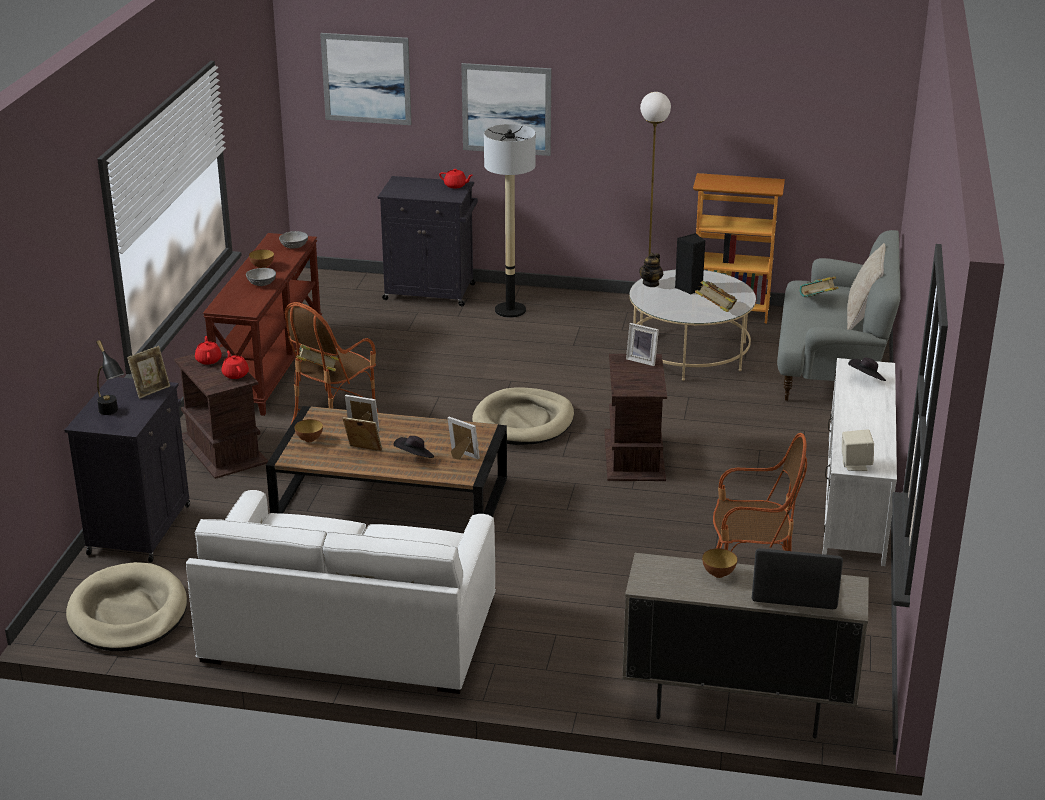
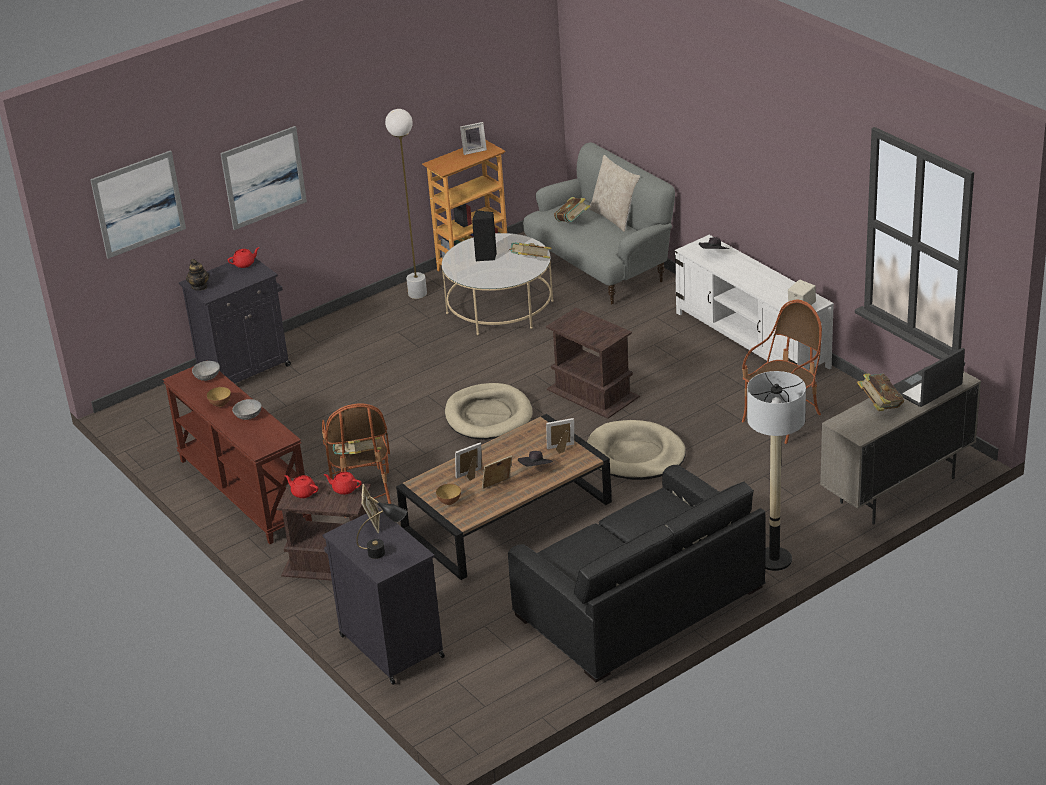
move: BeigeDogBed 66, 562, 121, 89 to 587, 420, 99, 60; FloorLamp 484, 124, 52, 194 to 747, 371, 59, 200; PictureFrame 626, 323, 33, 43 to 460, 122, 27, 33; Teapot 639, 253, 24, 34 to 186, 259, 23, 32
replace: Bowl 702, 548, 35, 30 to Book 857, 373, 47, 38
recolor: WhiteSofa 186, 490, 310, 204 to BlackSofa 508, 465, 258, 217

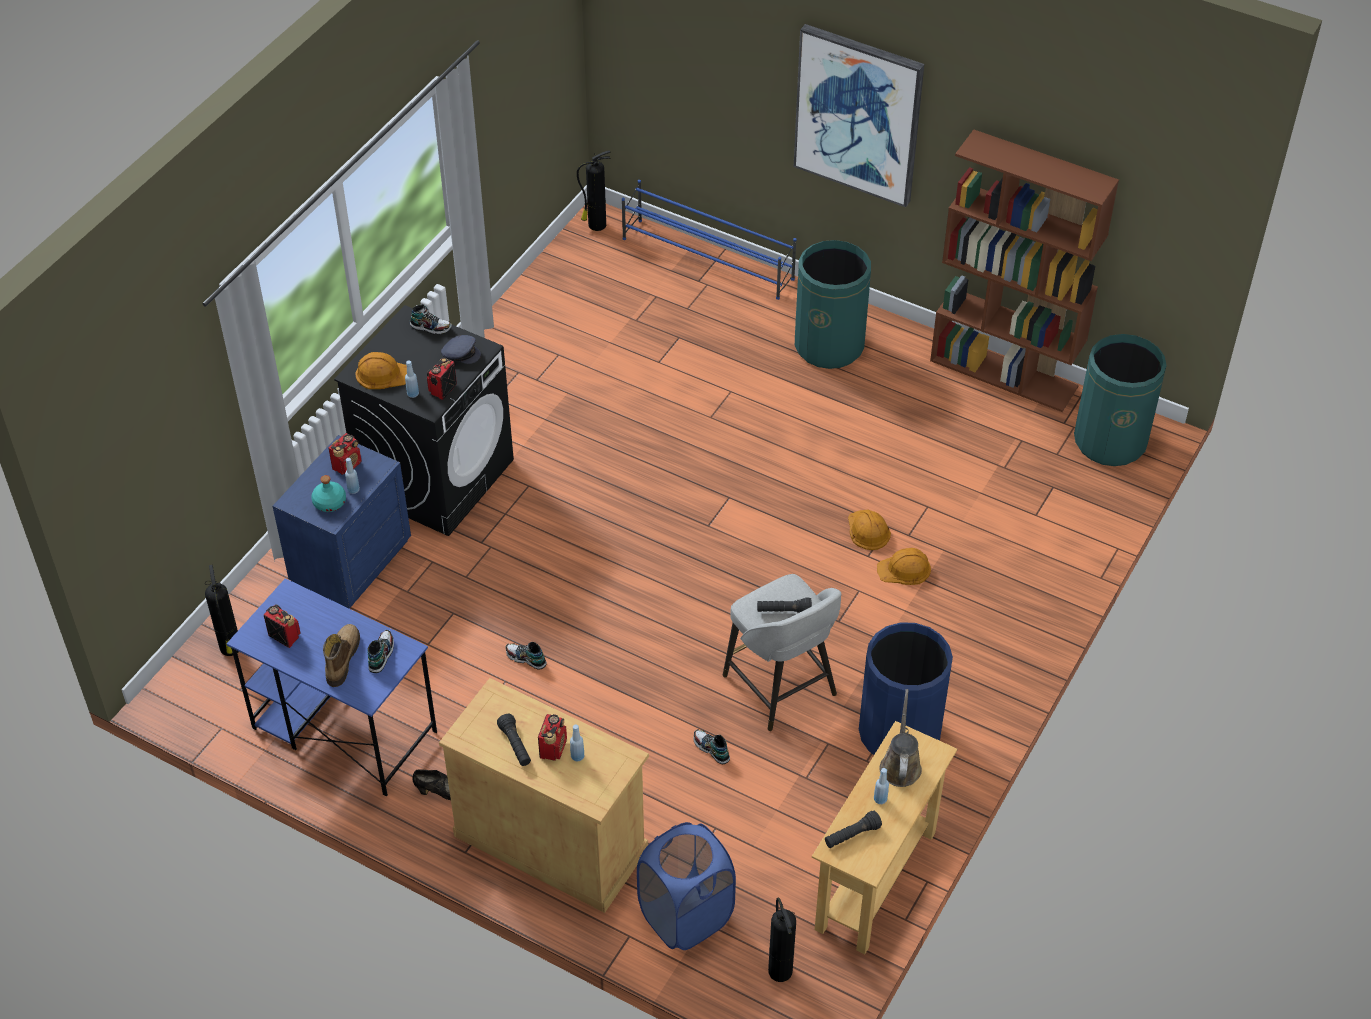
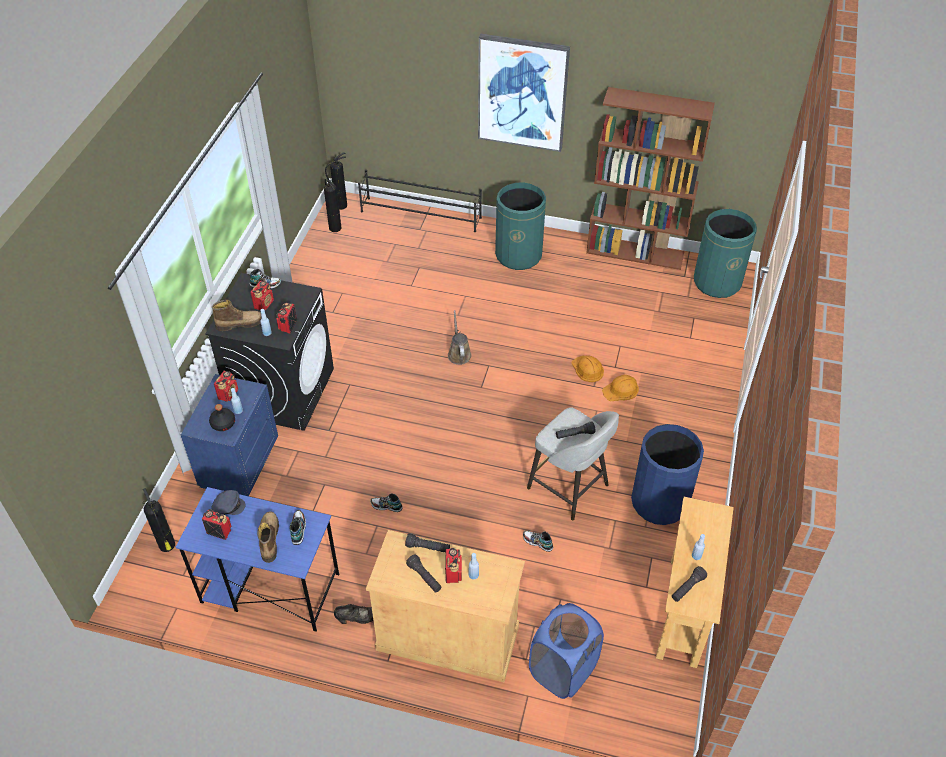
insert: Radio 250, 281, 24, 29; BlackFlashlight 405, 533, 45, 19
move: GreyCap 441, 335, 40, 29 to 211, 490, 35, 25; FireExtinguisher 768, 898, 28, 84 to 324, 179, 17, 53; BrownWateringCan 880, 689, 42, 98 to 448, 310, 24, 55
replace: OrangeHardHat 356, 352, 51, 37 to Boot 212, 299, 50, 32
recolor: TurquoiseBottle 311, 475, 35, 37 to BlackBottle 209, 404, 26, 27; BlueShoeRack 622, 180, 174, 120 to BlackShoeRack 358, 170, 124, 62

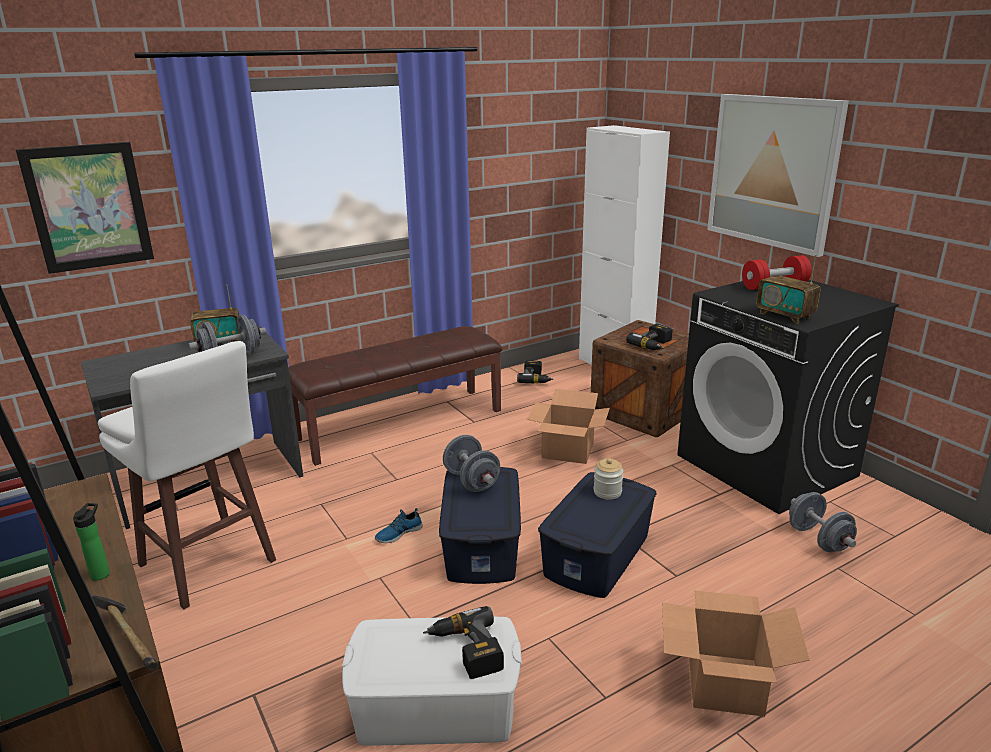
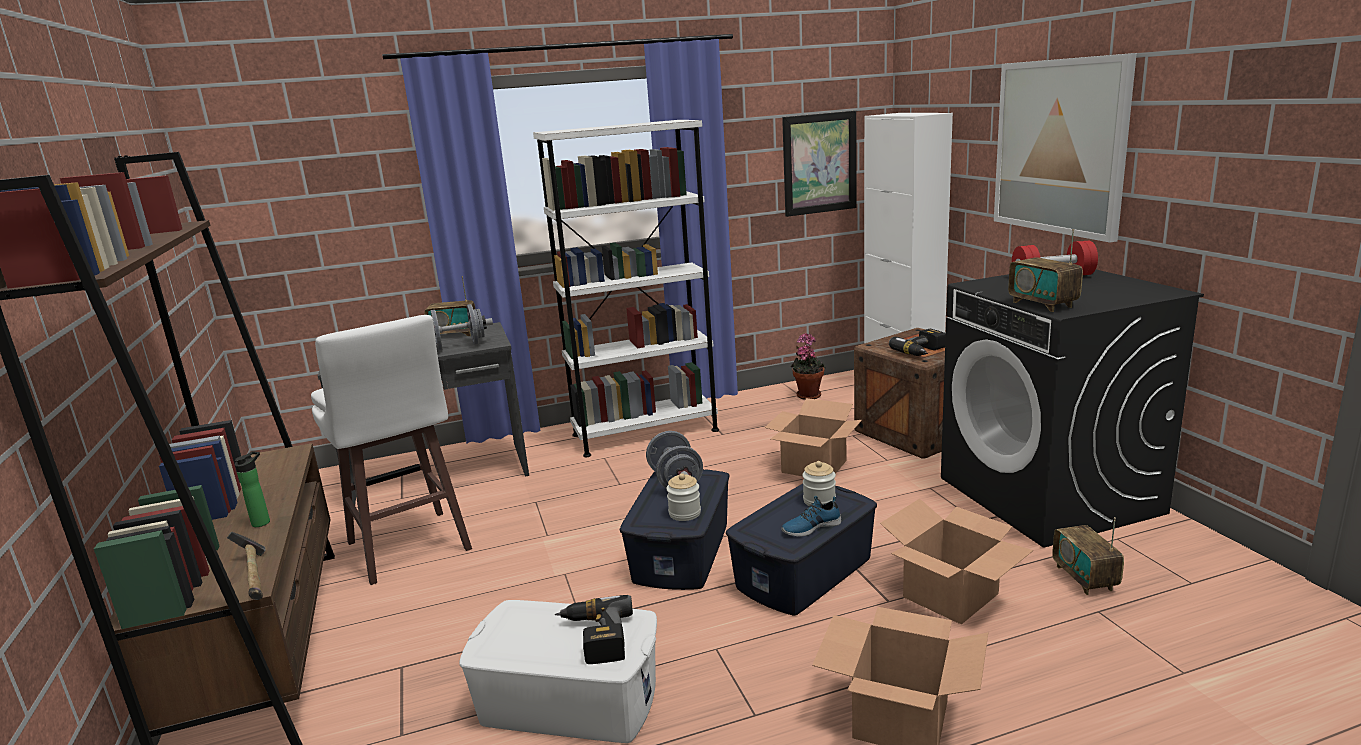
insert: Jar 666, 473, 35, 48; CardboardBox 880, 499, 153, 126
move: Picture 16, 142, 138, 132 to 782, 111, 75, 106; Shoe 375, 508, 48, 35 to 781, 496, 60, 40
replace: BrownBench 288, 326, 214, 140 to WhiteBookcase 533, 120, 186, 337; PowerDrill 517, 360, 37, 24 to PottedPlant 790, 333, 35, 67; GreyDumbbell 789, 492, 68, 60 to Radio 1052, 517, 72, 78

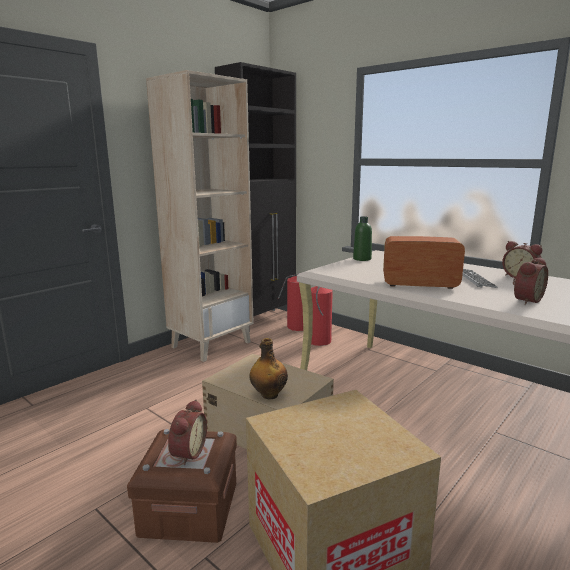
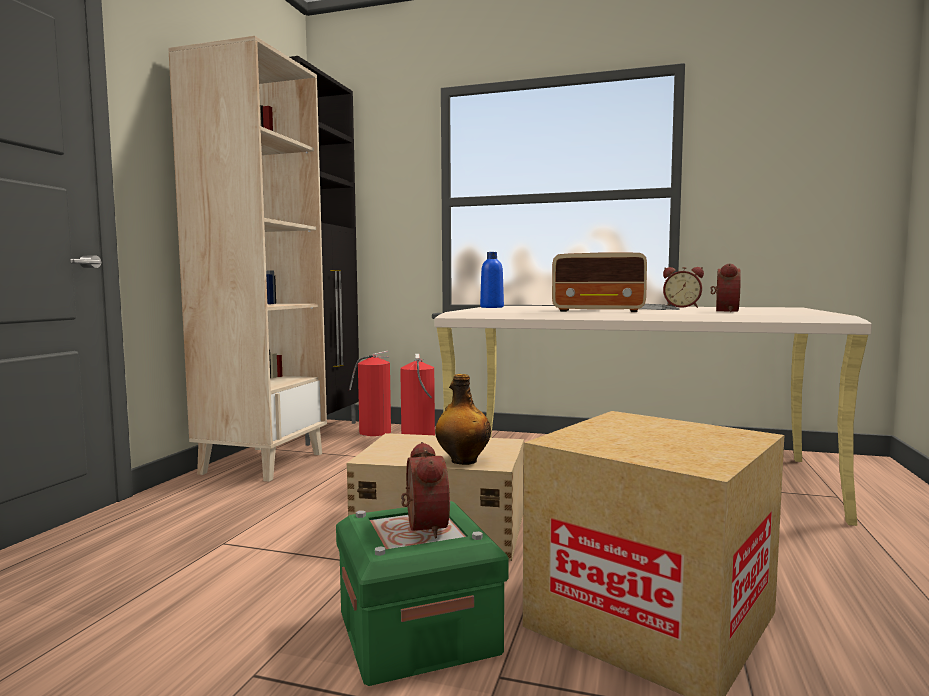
recolor: BrownStorageBox 127, 429, 110, 114 to GreenStorageBox 336, 501, 173, 185; GreenBottle 353, 216, 19, 45 to BlueBottle 480, 252, 24, 56
rotate: Radio 383, 236, 82, 53 = 552, 253, 95, 59 150 degrees counterclockwise

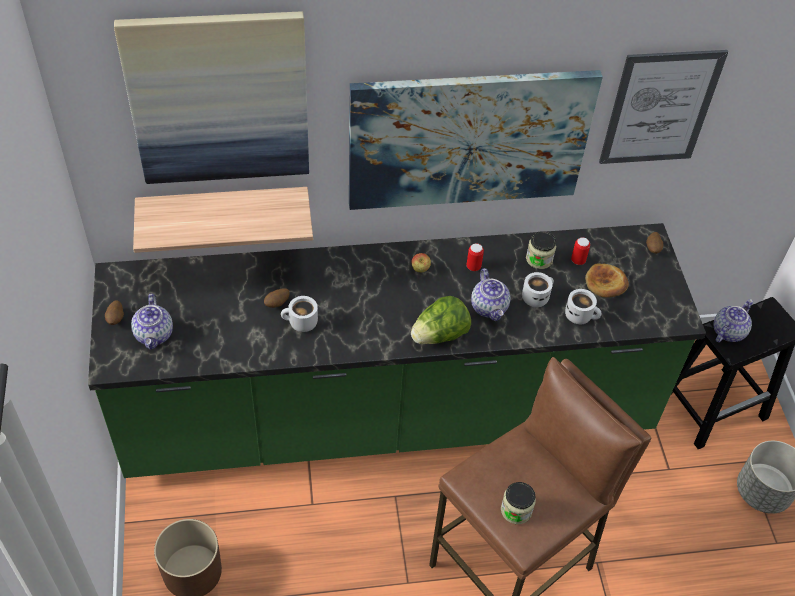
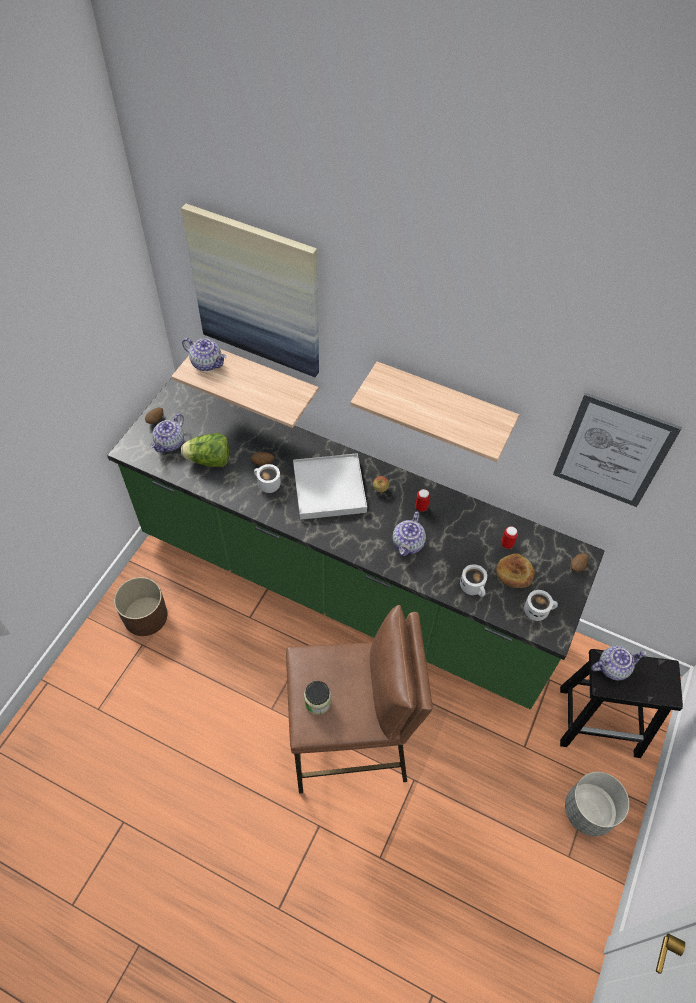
delete: Jar 526, 231, 30, 38
insert: Teapot 182, 338, 45, 33; WhiteTray 293, 453, 74, 67
move: Lettuce 411, 296, 60, 48 to 181, 433, 48, 34; WhiteMug 522, 272, 32, 36 to 524, 590, 34, 31
replace: Picture 349, 70, 254, 140 to Shelf 350, 361, 169, 101

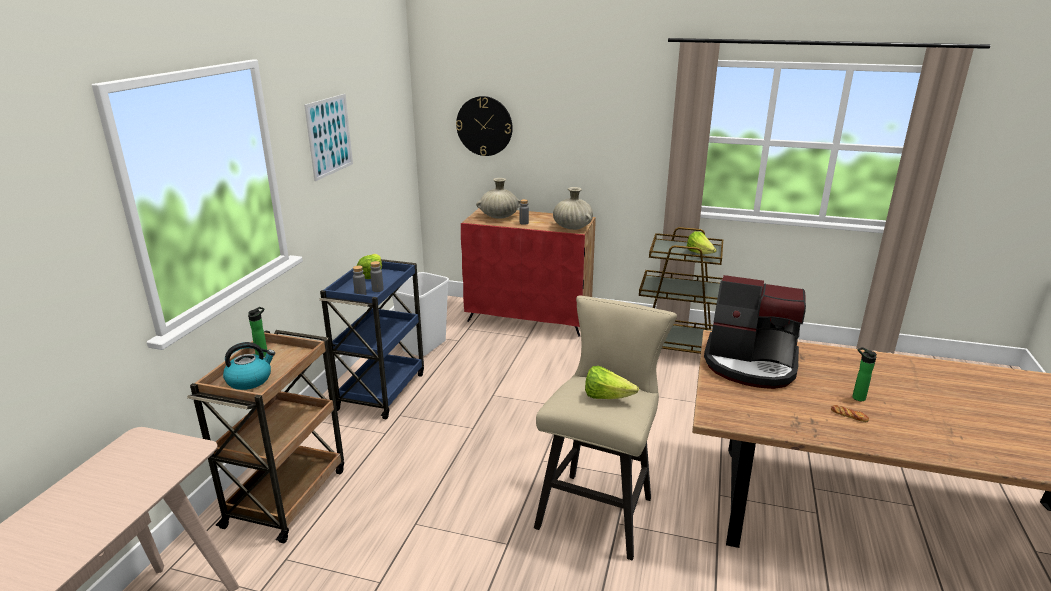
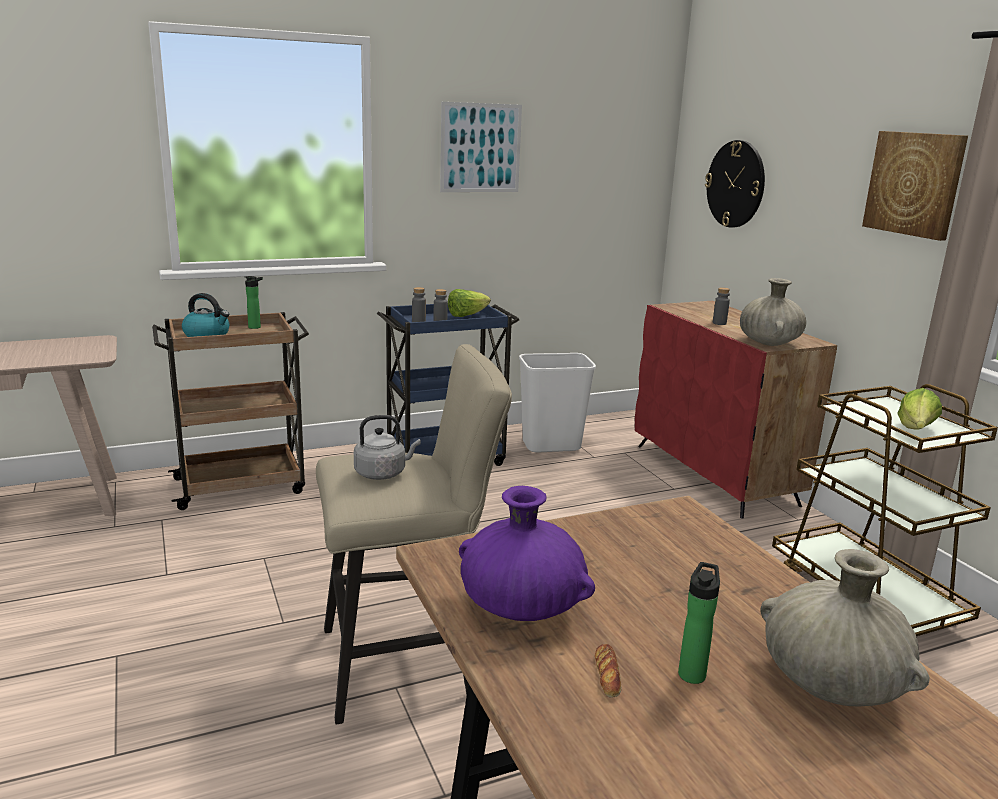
delete: CoffeeMachine 704, 275, 102, 114
insert: PurpleVase 459, 486, 136, 135; Picture 862, 131, 106, 110
move: BeigeVase 476, 178, 45, 41 to 760, 549, 170, 157
replace: Lettuce 585, 366, 54, 33 to GreyKettle 354, 415, 67, 65

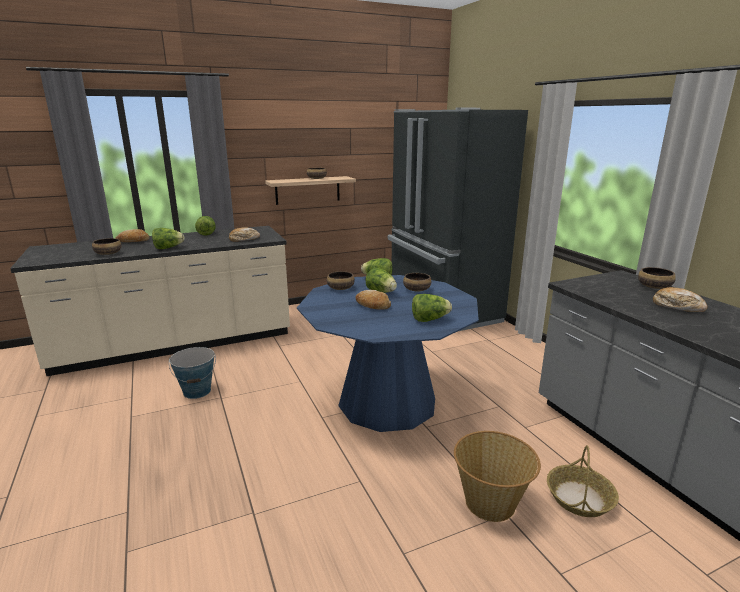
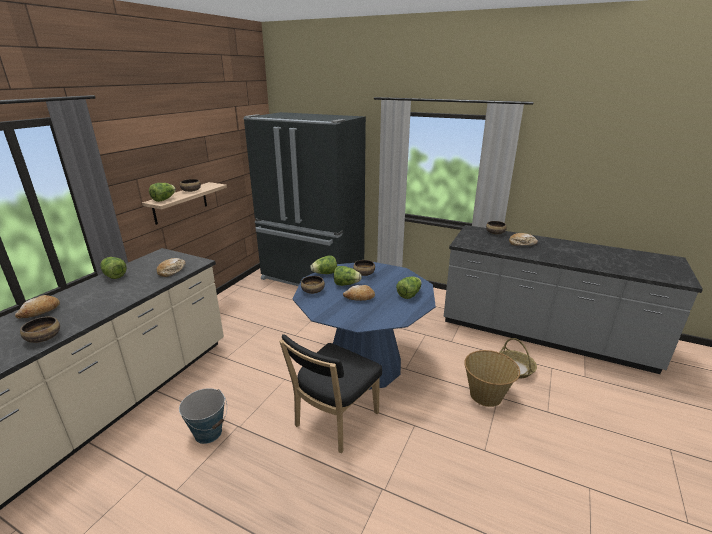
insert: BlackChair 279, 334, 103, 119
move: Lettuce 152, 228, 33, 21 to 149, 183, 27, 19

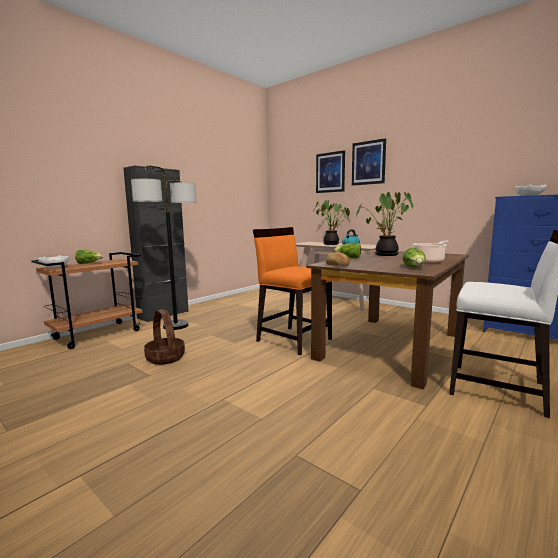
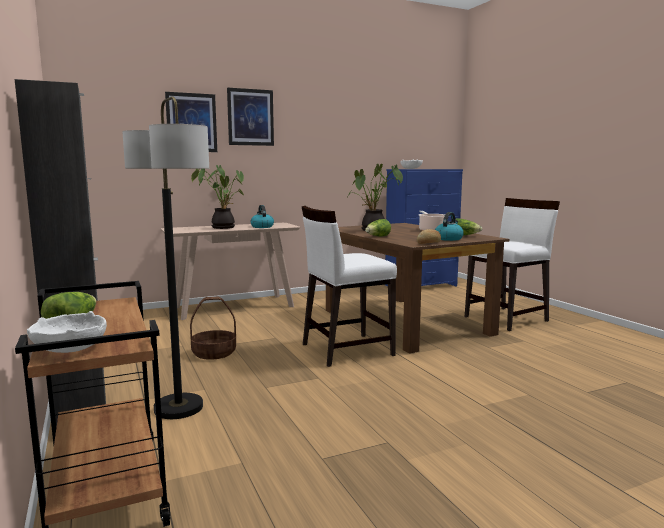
insert: Kettle 435, 212, 29, 29
move: Basket 144, 309, 41, 56 to 190, 297, 46, 63
recolor: OrangeChair 253, 227, 79, 128 to WhiteChair 302, 206, 95, 161

